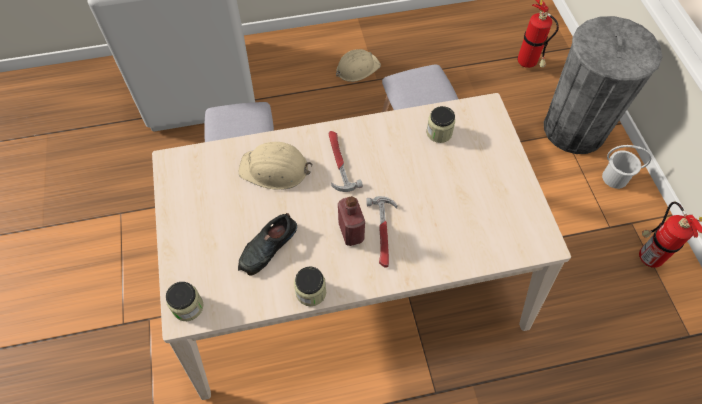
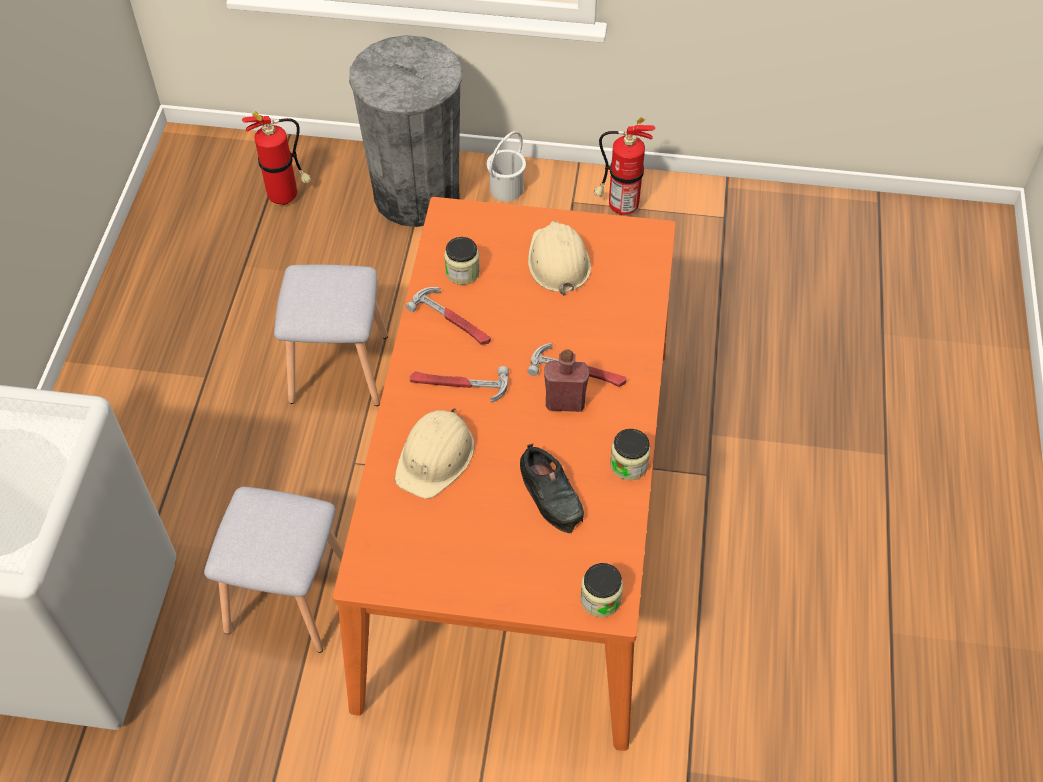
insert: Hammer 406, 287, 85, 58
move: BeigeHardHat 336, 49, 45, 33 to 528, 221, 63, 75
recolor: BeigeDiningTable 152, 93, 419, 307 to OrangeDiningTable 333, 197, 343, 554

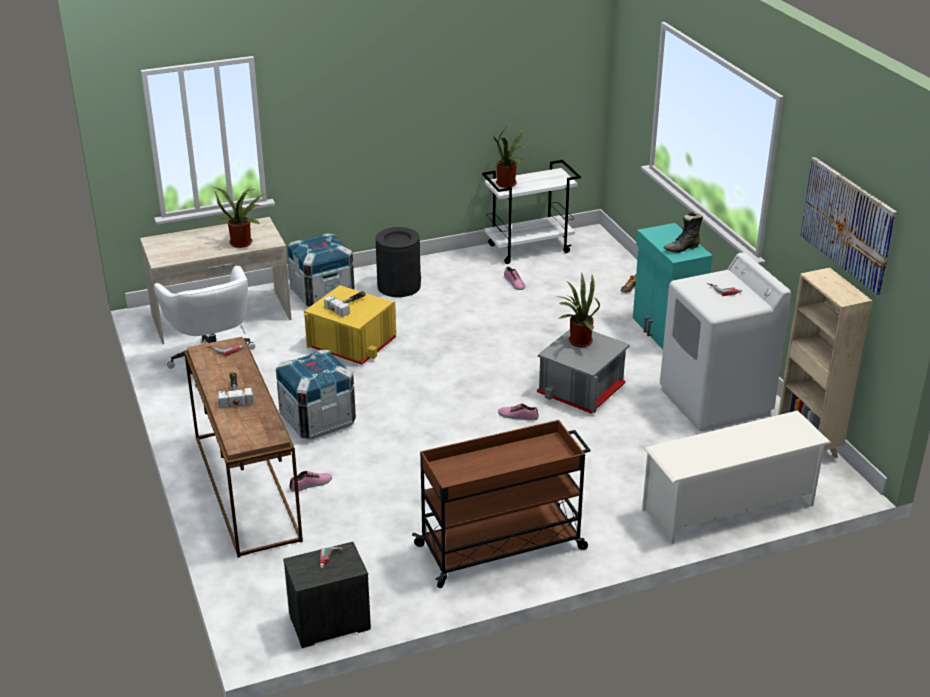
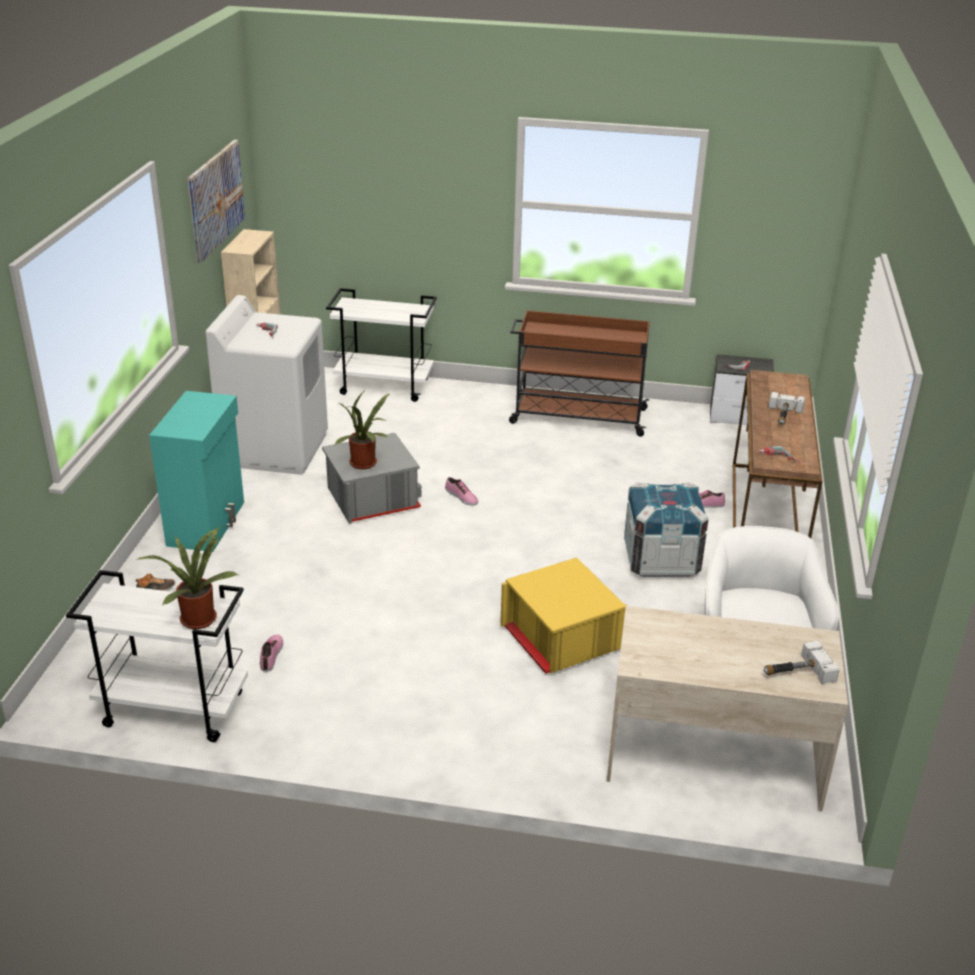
delete: PottedPlant 213, 187, 53, 61; Crate 287, 233, 68, 74; BlackTrashCan 376, 227, 45, 70; BlackBoot 664, 211, 39, 42
move: Hammer 324, 291, 42, 26 to 764, 641, 76, 43
replace: WhiteShoeRack 642, 410, 189, 134 to WhiteCart 326, 288, 111, 114

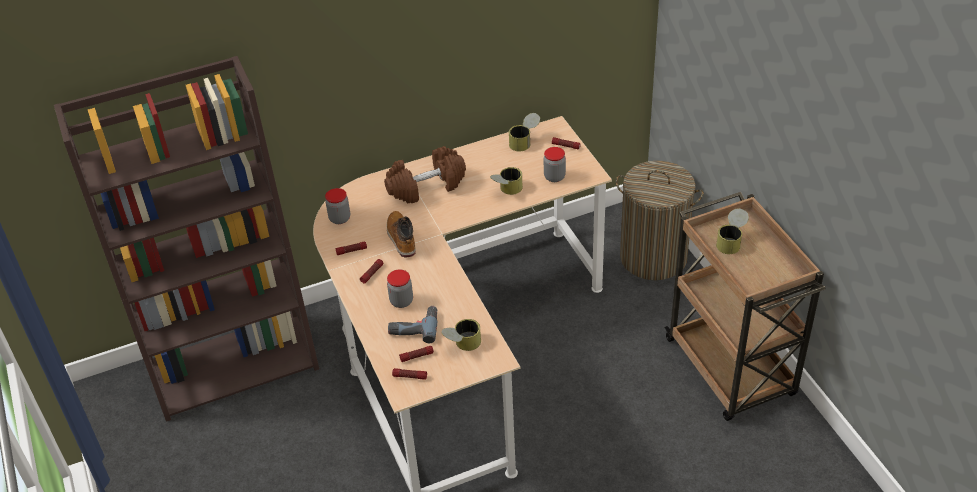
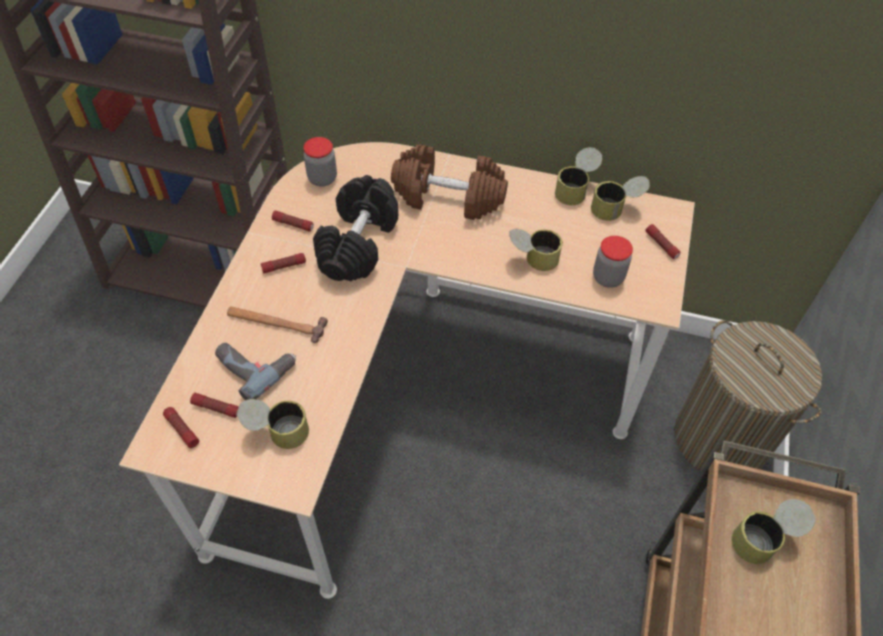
insert: Can 555, 147, 47, 58
replace: Boot 387, 211, 29, 47 to BlackDumbbell 313, 175, 85, 106; Jar 387, 270, 26, 38 to Hammer 227, 306, 101, 37

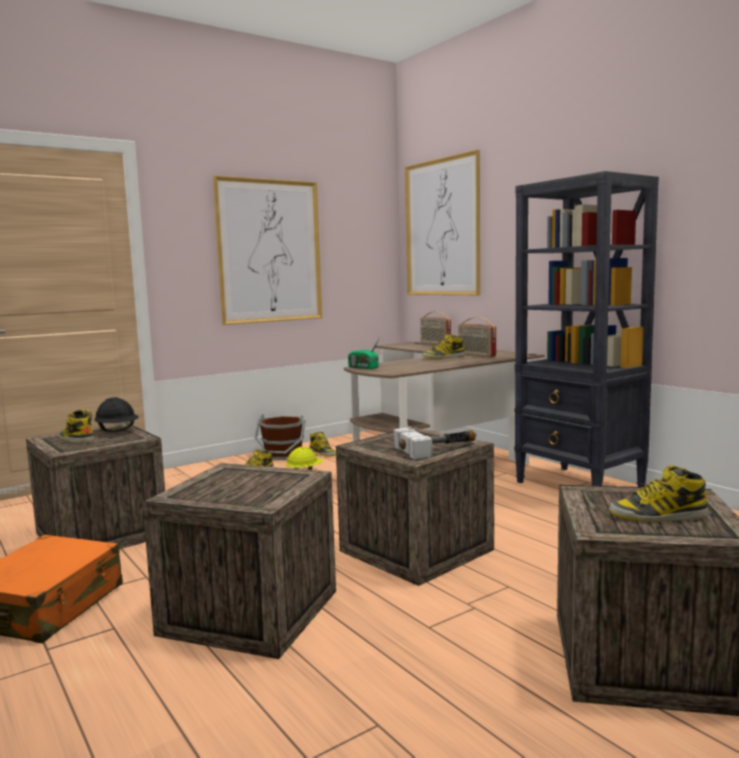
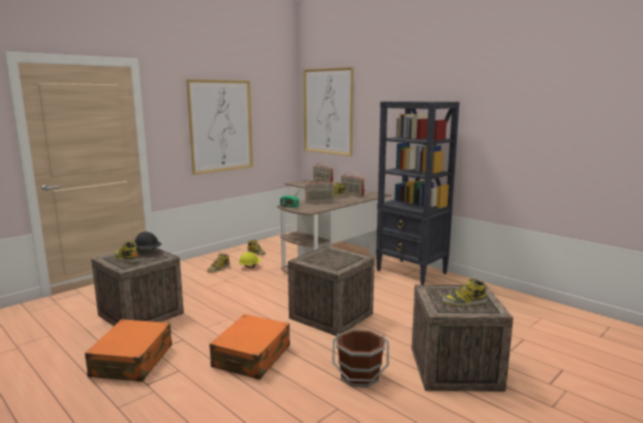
delete: Hammer 394, 427, 82, 33
insert: Radio 305, 178, 29, 25
move: BrownBucket 254, 414, 51, 46 to 332, 329, 57, 58
replace: Crate 143, 463, 193, 196 to OrangeSuitcase 210, 314, 80, 66

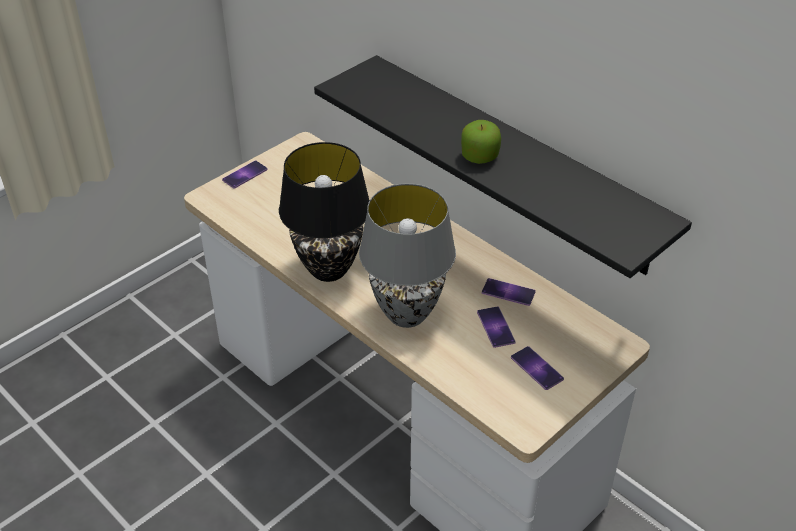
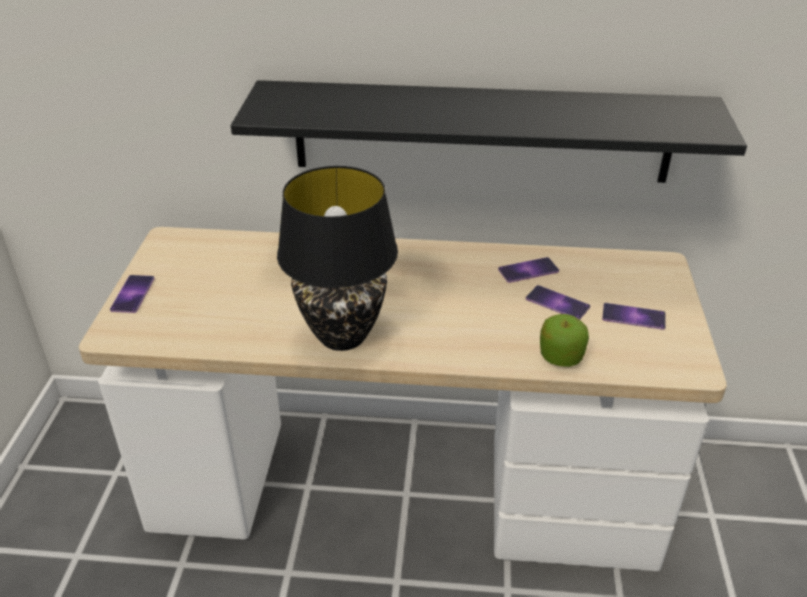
delete: GreyTableLamp 359, 183, 97, 145
move: Apple 461, 120, 40, 44 to 540, 314, 49, 53

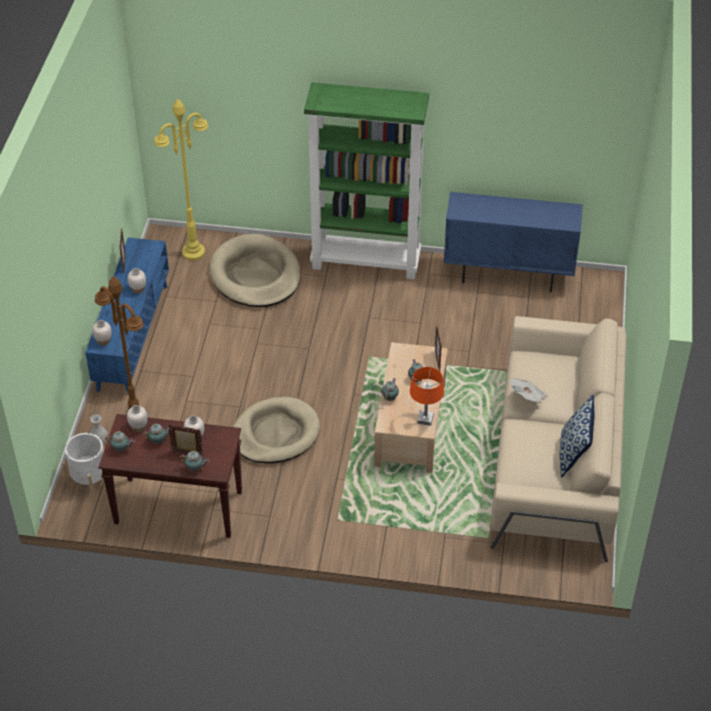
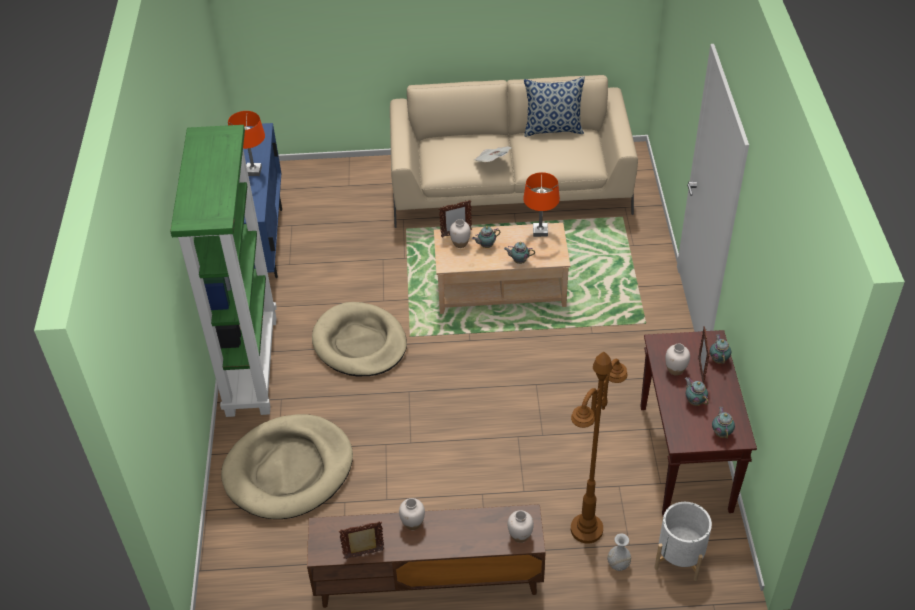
delete: YellowFloorLamp 154, 98, 54, 163
insert: OrangeTableLamp 228, 111, 37, 65
move: WhiteVase 127, 405, 21, 27 to 450, 219, 20, 29; BeigeDogBed 233, 397, 87, 67 to 312, 302, 95, 74
recolor: BlueTvStand 85, 237, 84, 158 to BrownTvStand 307, 504, 239, 104

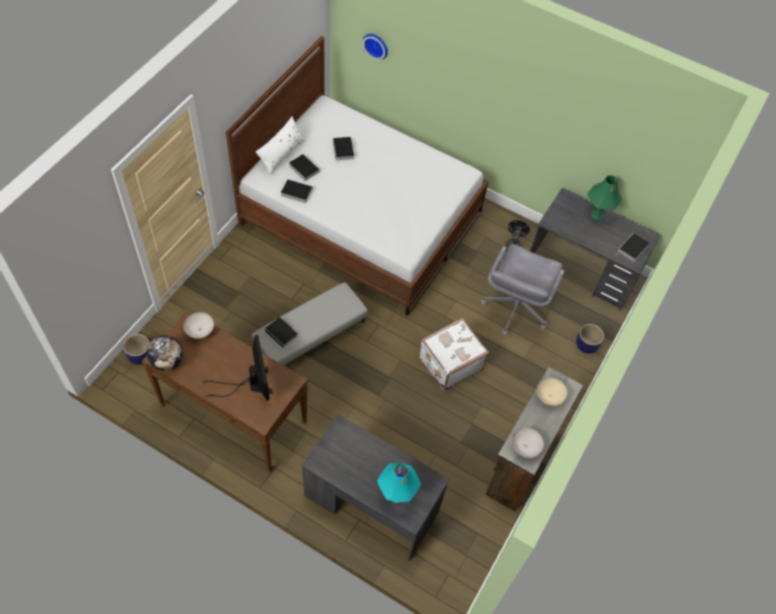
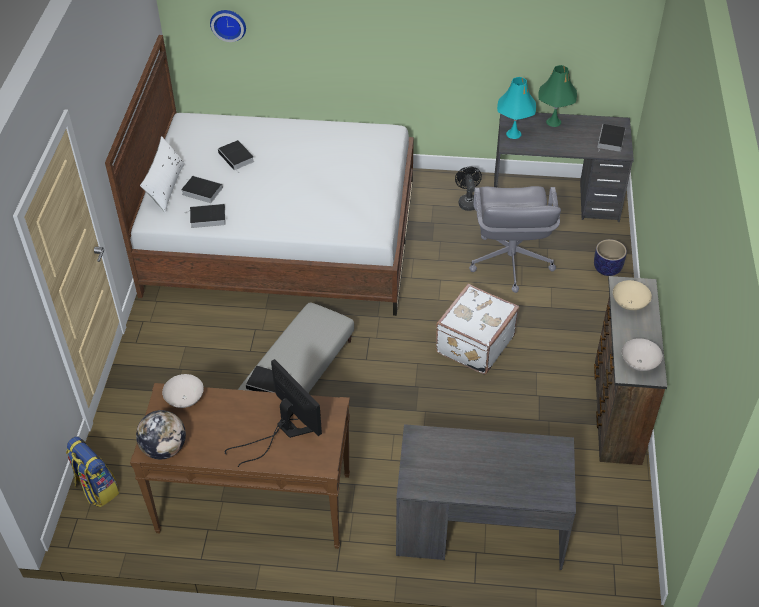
move: TurquoiseTableLamp 377, 463, 44, 40 to 497, 77, 39, 62
replace: Planter 123, 334, 27, 31 to Backpack 66, 436, 53, 71

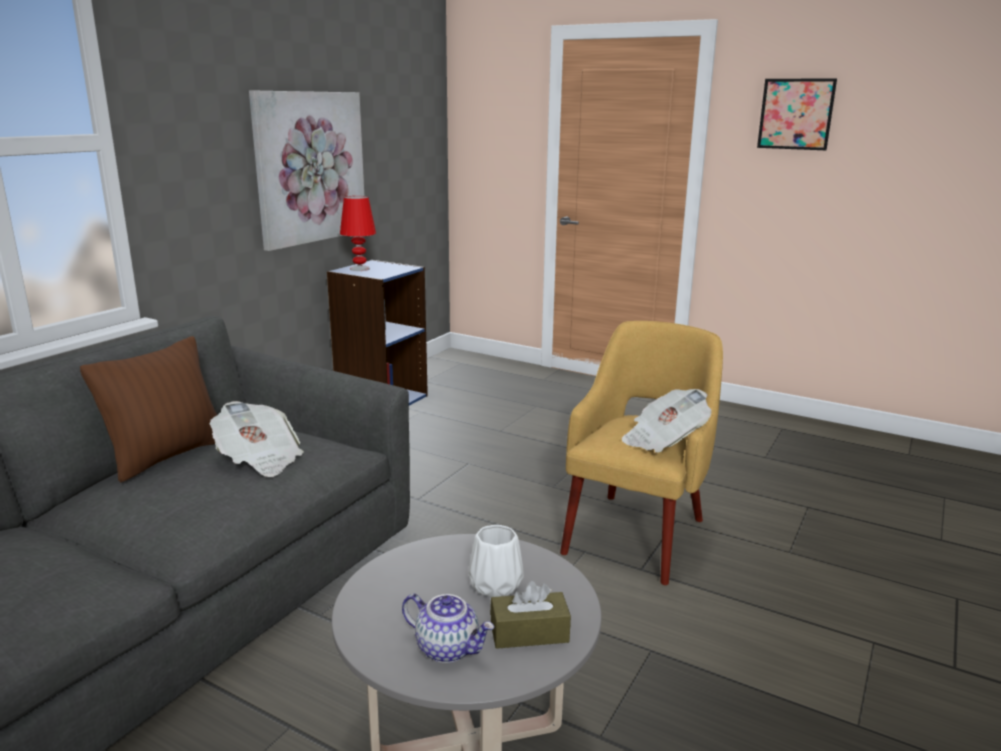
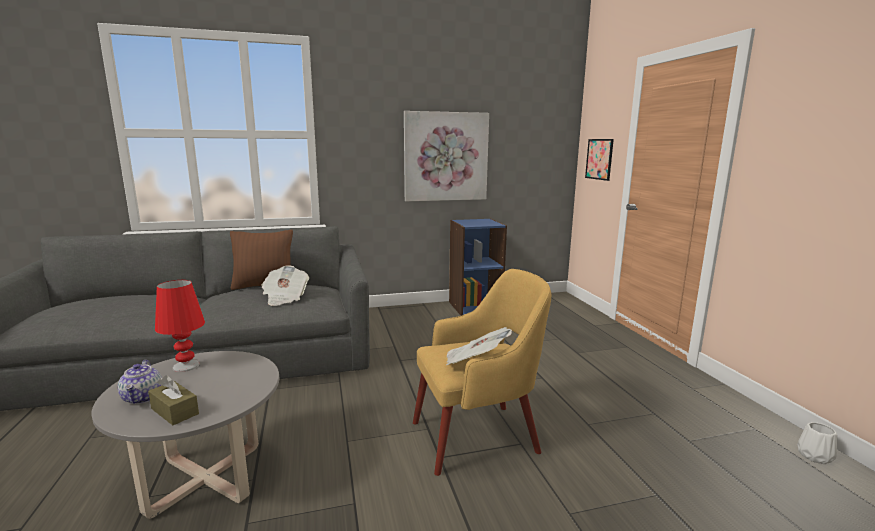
move: RedTableLamp 340, 196, 36, 75 to 155, 280, 50, 92; WhiteVase 468, 525, 56, 72 to 797, 422, 40, 42; Picture 757, 79, 80, 71 to 585, 139, 29, 42

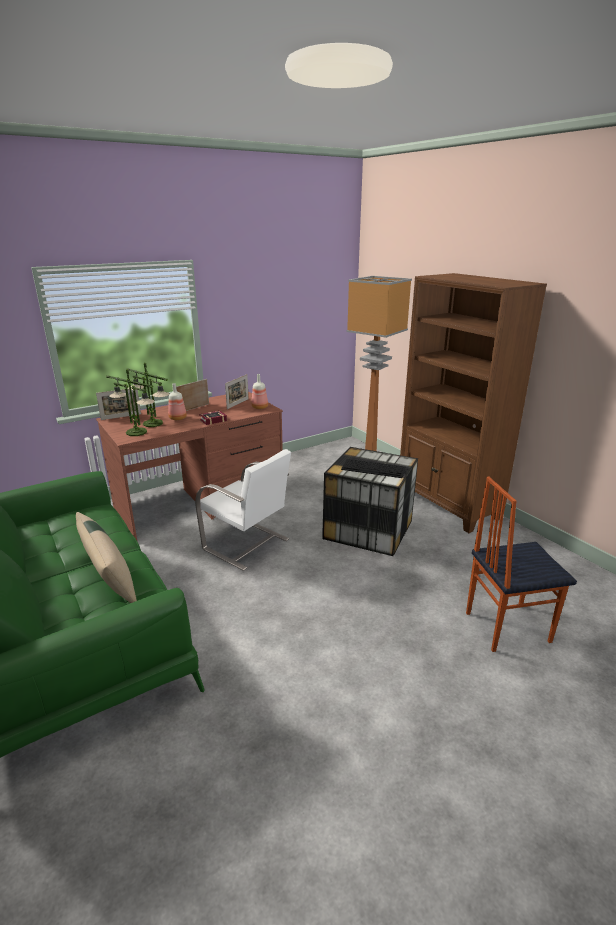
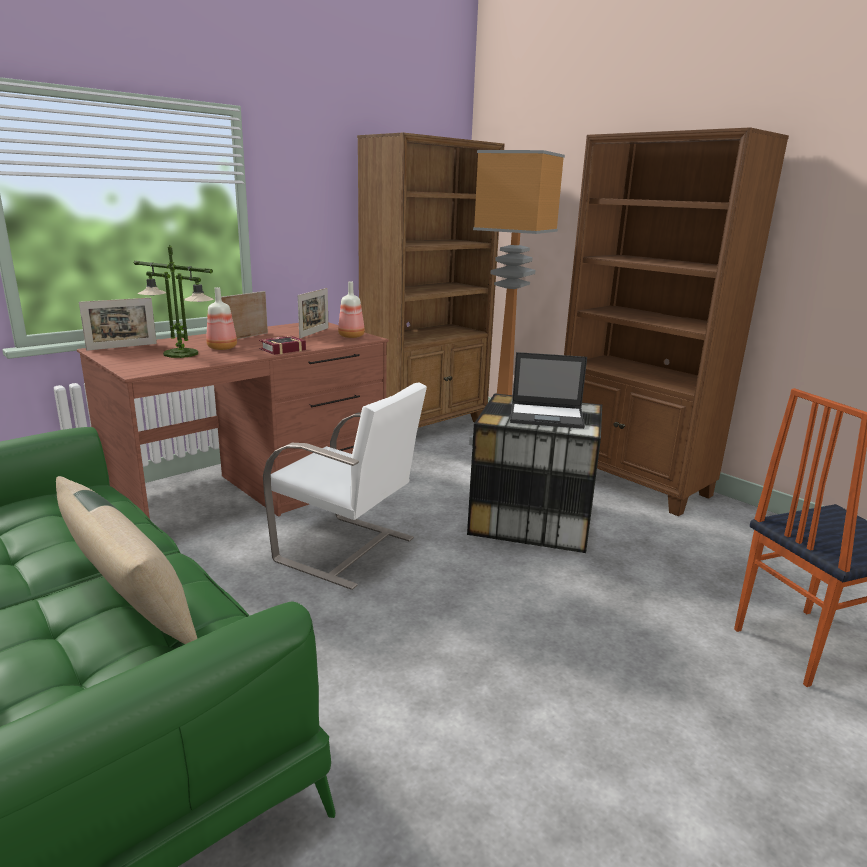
delete: TableLamp 106, 369, 49, 67
insert: BrownBookcase 357, 133, 148, 294
replace: Keyboard 341, 459, 65, 19 to Laptop 510, 352, 77, 77

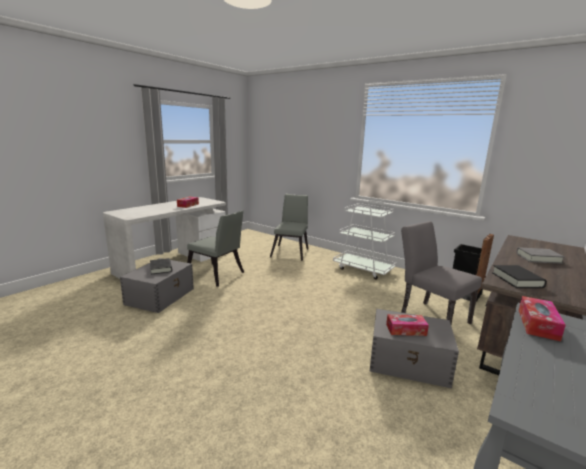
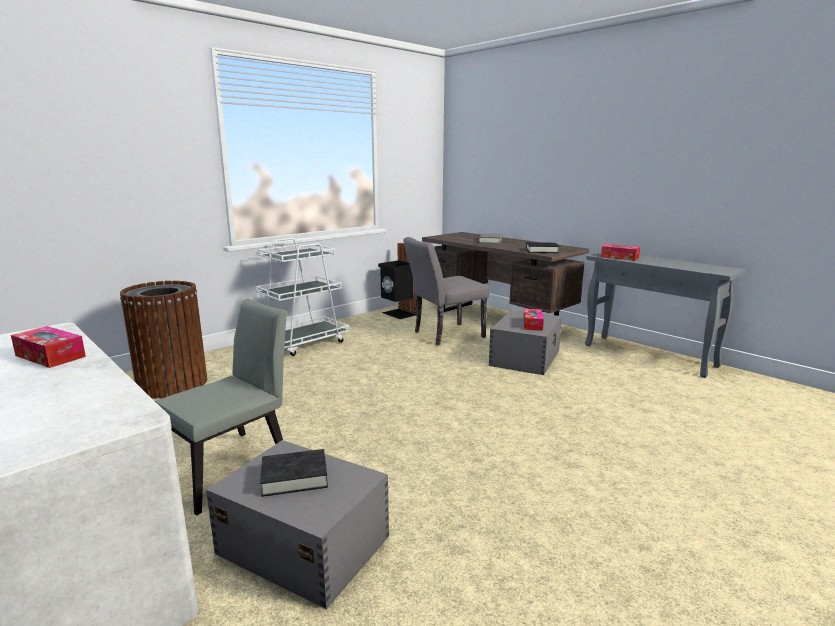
replace: GreyChair 270, 194, 38, 67 to BrownTrashCan 120, 281, 87, 118

